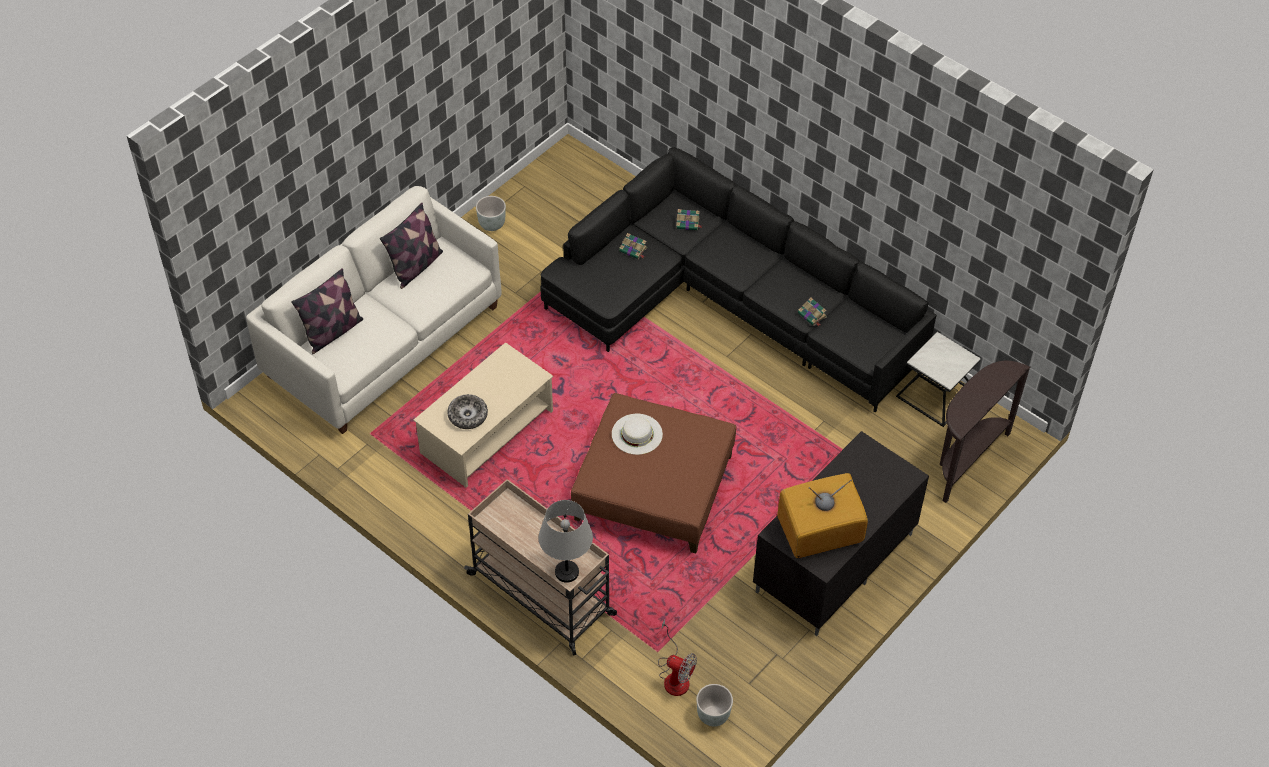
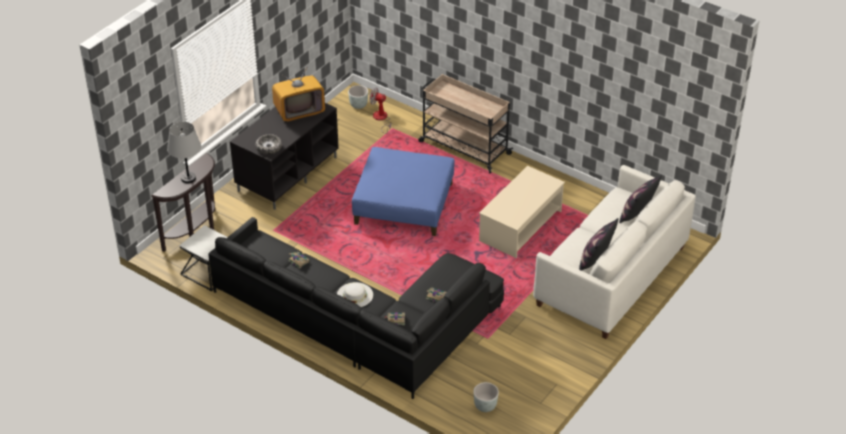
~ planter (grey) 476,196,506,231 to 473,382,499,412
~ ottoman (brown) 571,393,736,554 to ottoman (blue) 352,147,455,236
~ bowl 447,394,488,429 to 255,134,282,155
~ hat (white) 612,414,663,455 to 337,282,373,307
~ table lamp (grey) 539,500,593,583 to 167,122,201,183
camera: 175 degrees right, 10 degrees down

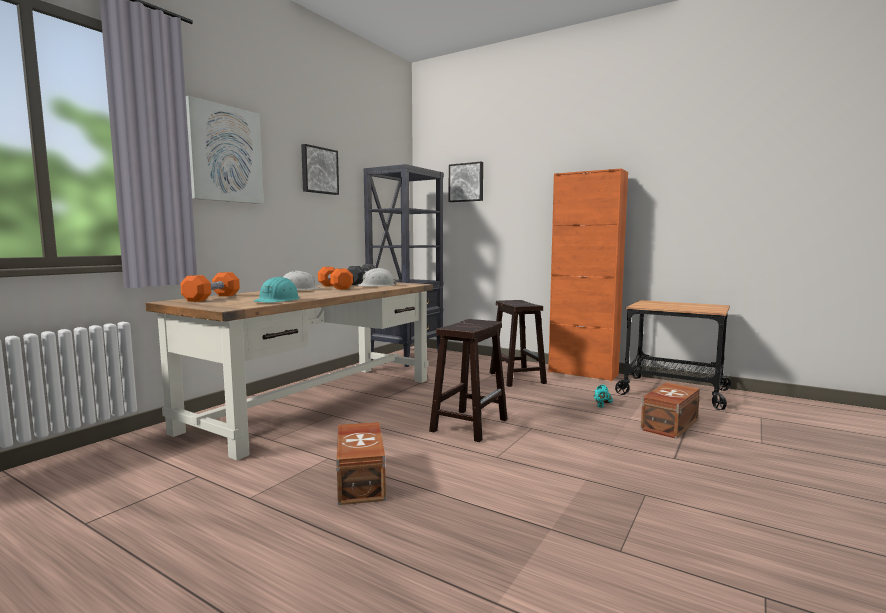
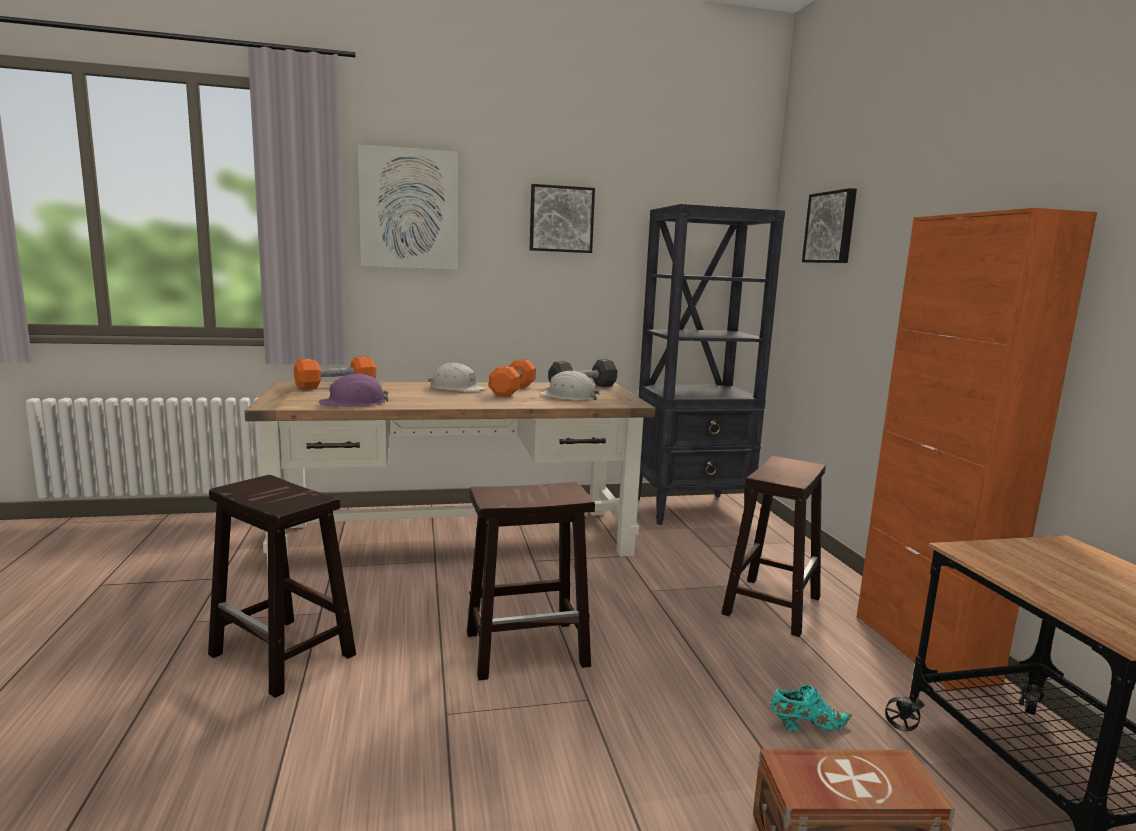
~ hard hat (turquoise) 253,277,300,303 to hard hat (purple) 319,373,388,407
~ storage box (brown) 336,422,386,505 to stool (brown) 208,475,356,698
camera: 45 degrees right, 5 degrees up

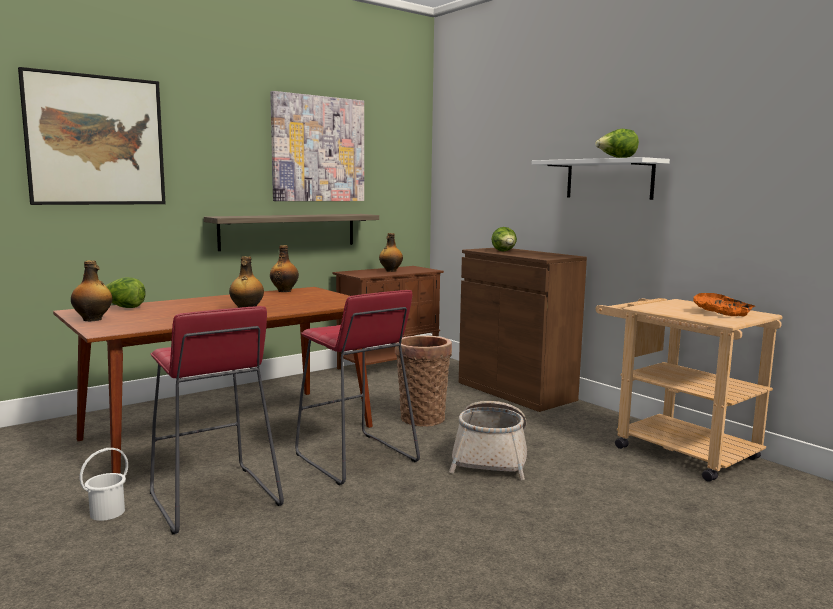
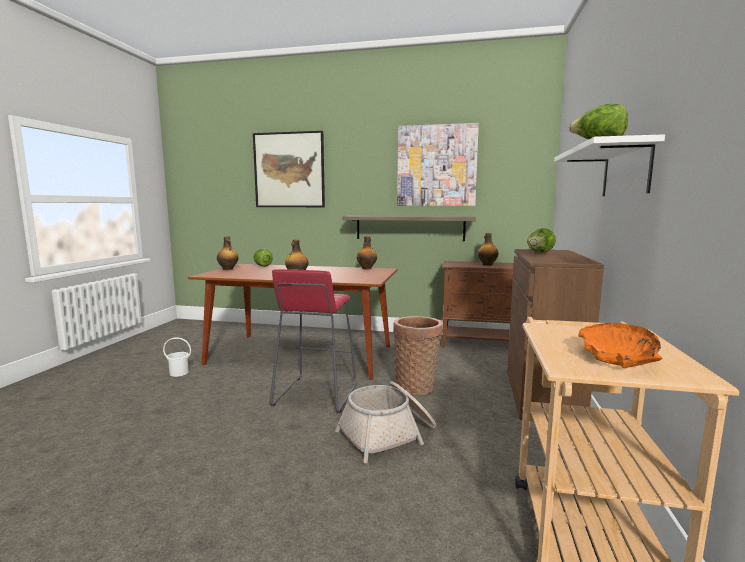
- stool (red) 150,306,284,535
camera: 50 degrees right, 0 degrees up

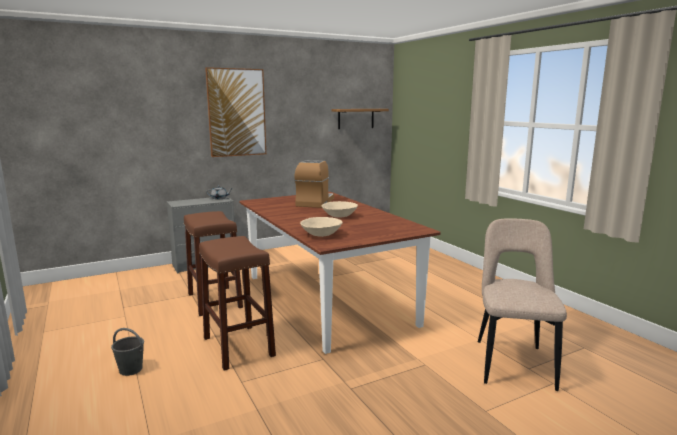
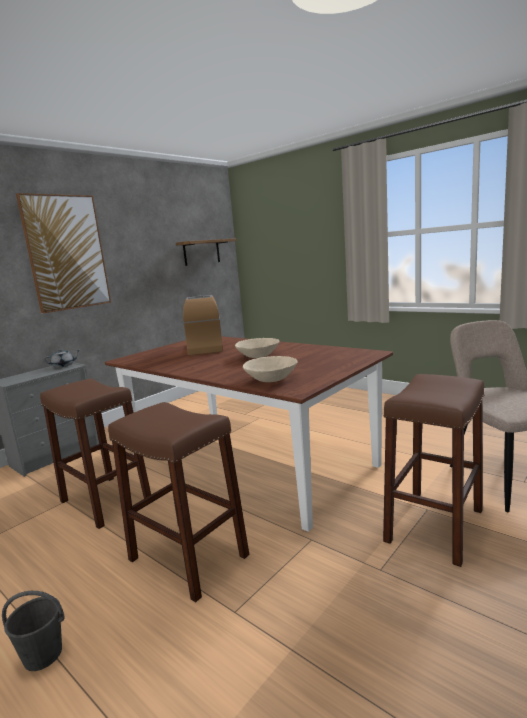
+ stool (brown) 383,374,485,567
camera: 20 degrees left, 0 degrees up

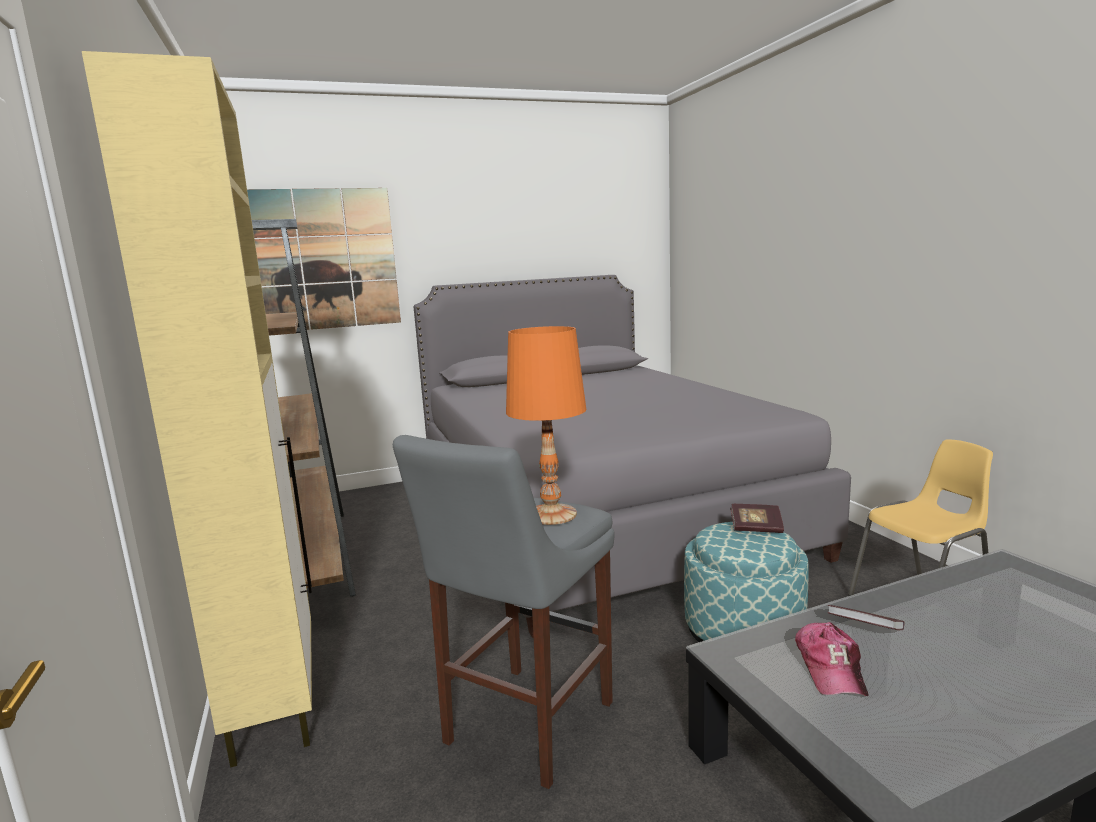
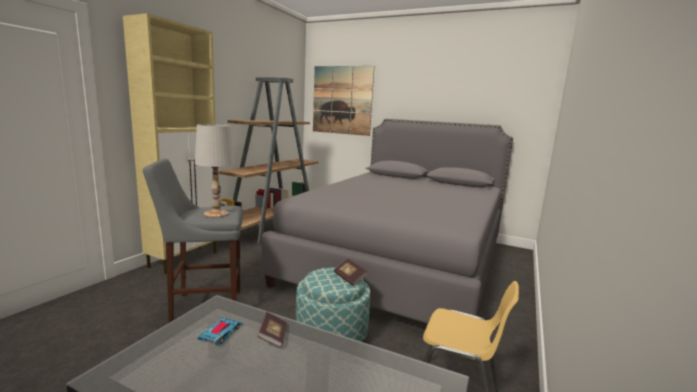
~ table lamp (orange) 506,326,587,525 to table lamp (white) 195,124,235,217
~ cap 795,622,868,696 to toy car 197,318,243,345
camera: 45 degrees right, 0 degrees up

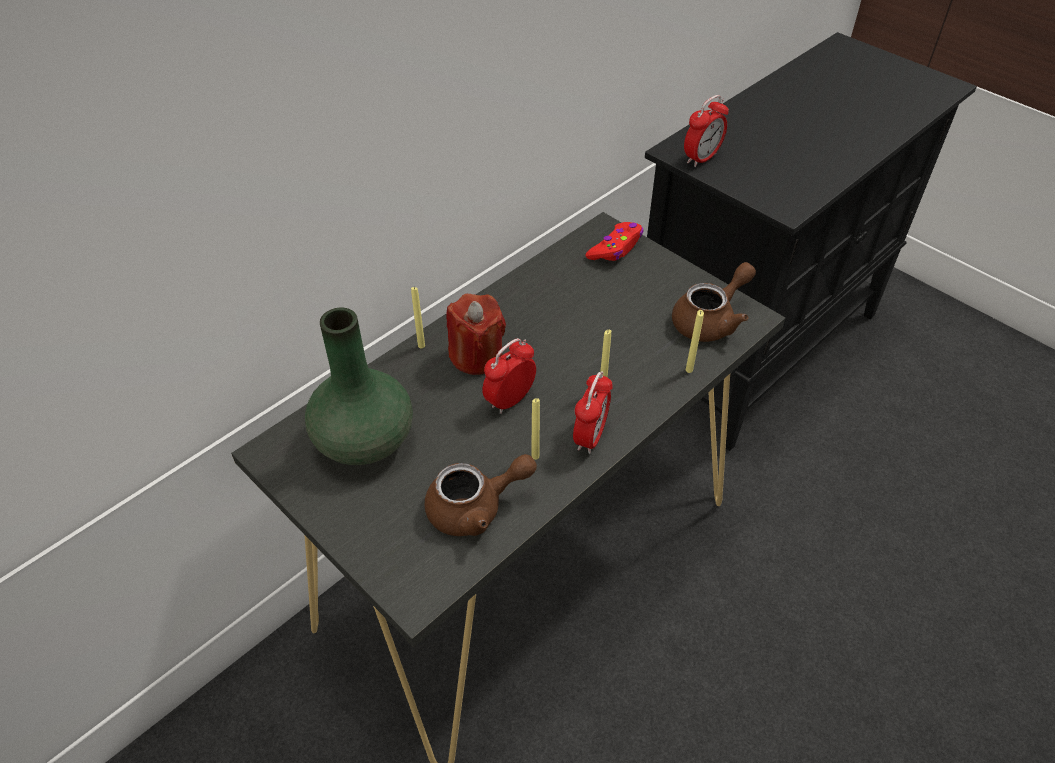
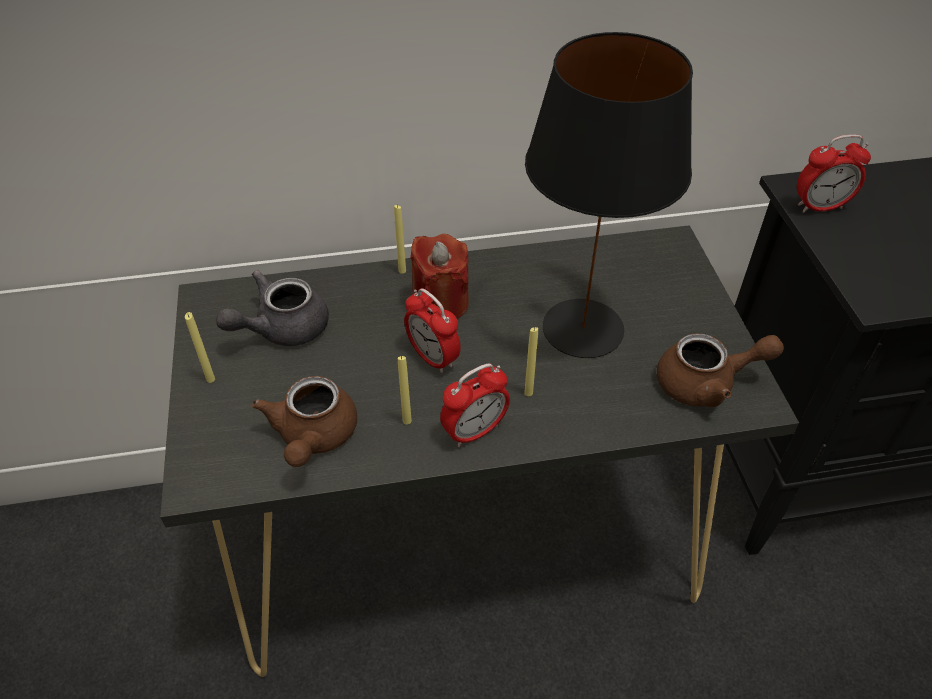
- game controller (red) 586,222,644,261
~ vase (green) 305,308,413,465 to teapot (grey) 216,270,329,346
~ candle (yellow) 686,310,704,373 to 185,312,215,383
~ alarm clock 482,338,536,414 = 404,288,461,373 120 degrees counterclockwise
~ teapot (brown) 424,454,537,536 = 252,376,357,467 75 degrees clockwise
+ table lamp (black) 525,32,693,358
camera: 35 degrees right, 0 degrees up

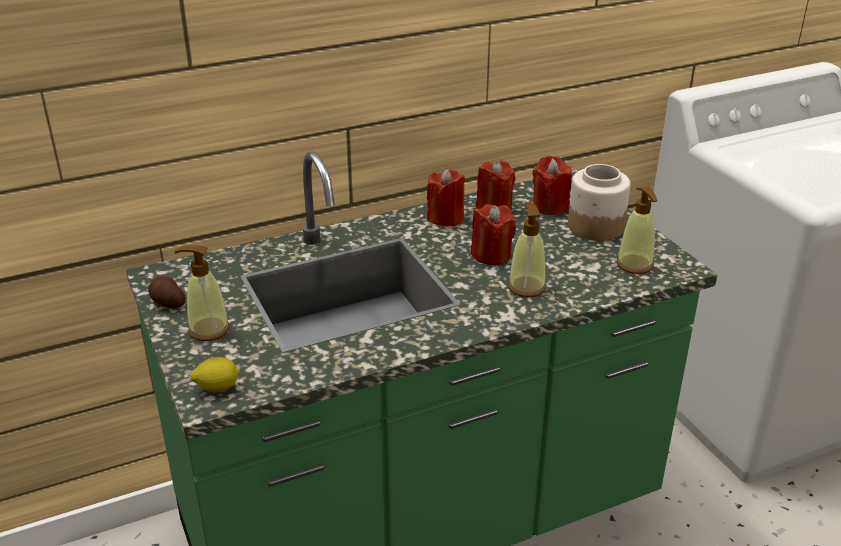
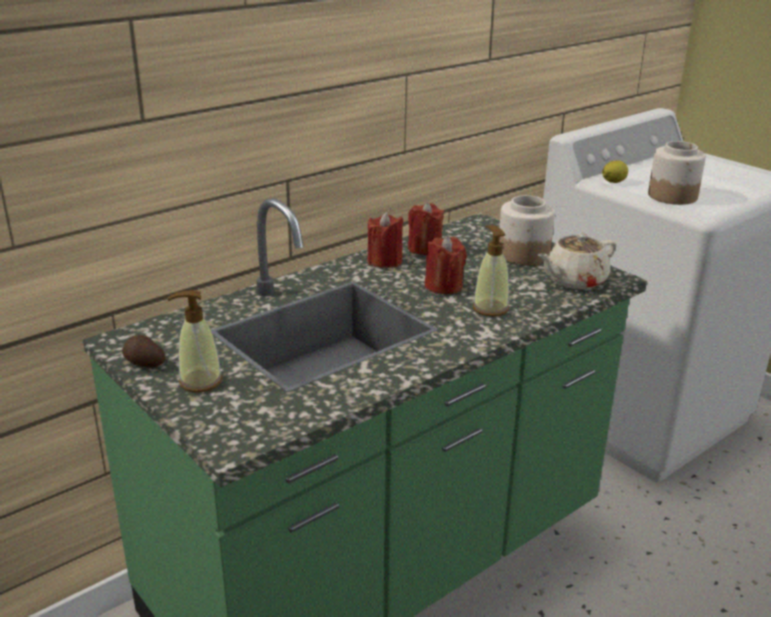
- candle (red) 533,155,572,215
~ soap dispenser 616,187,657,274 to teapot (beige) 538,233,616,289
~ lemon 191,357,240,392 to 602,161,628,183
+ jar 648,141,706,205
camera: 15 degrees left, 5 degrees down

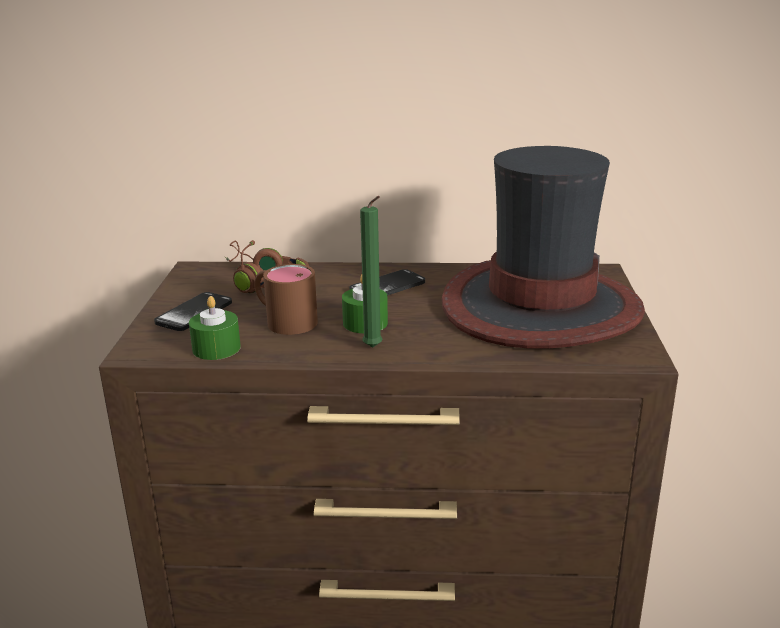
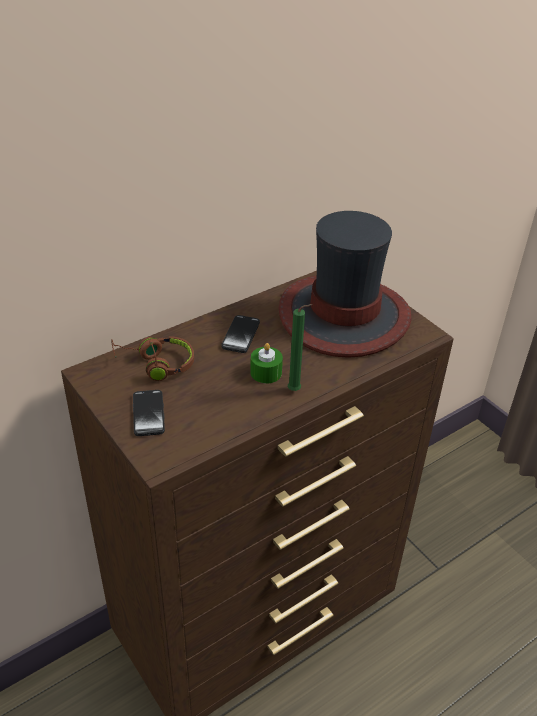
- mug (brown) 254,264,318,335
- candle (green) 189,296,241,360
camera: 40 degrees left, 15 degrees up

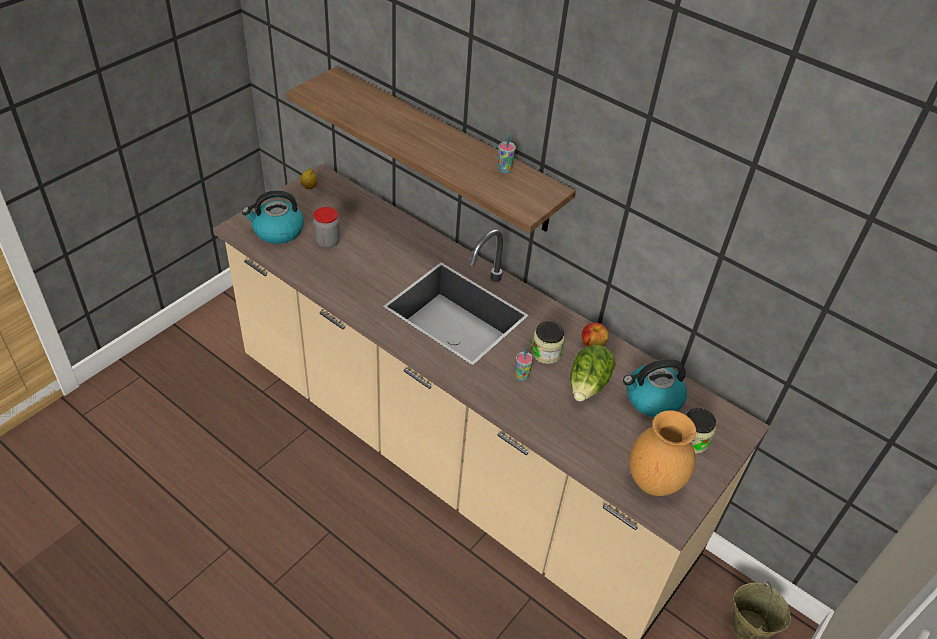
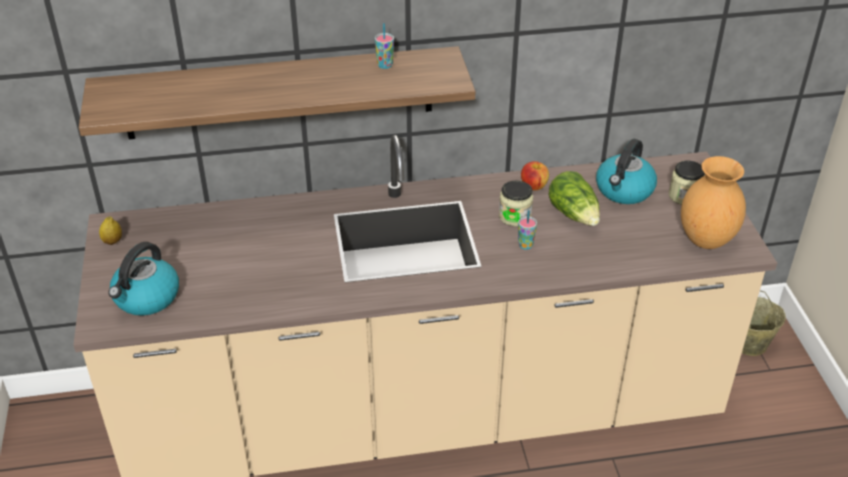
- jar 313,207,340,248
camera: 45 degrees left, 5 degrees down

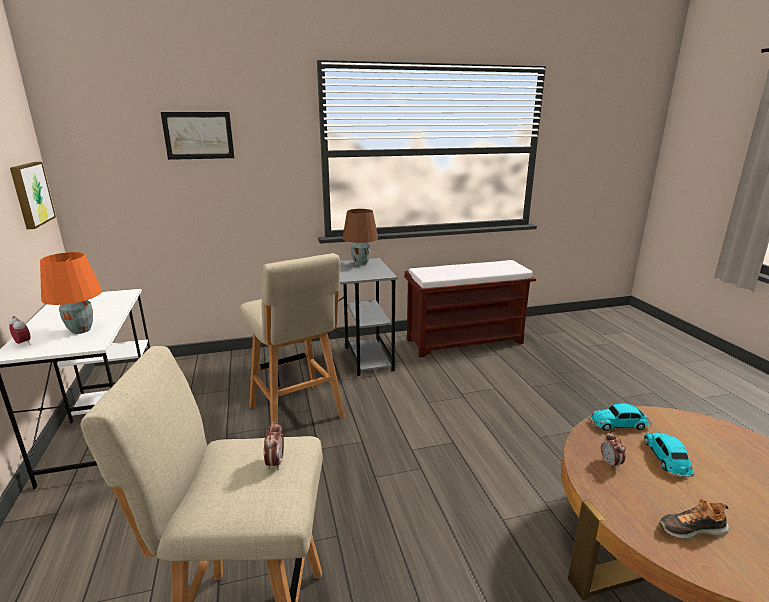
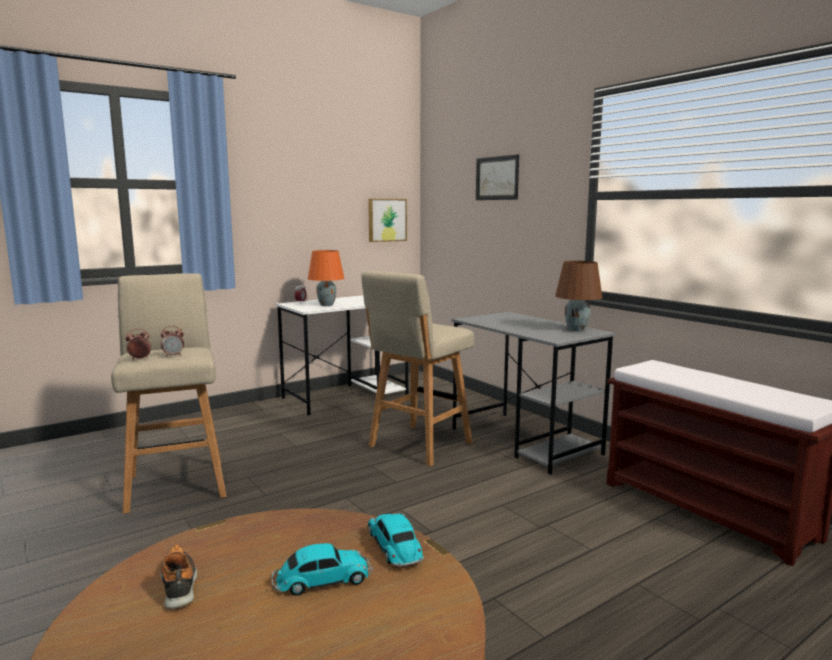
~ alarm clock 601,432,626,469 to 125,329,151,360
camera: 70 degrees right, 10 degrees down

